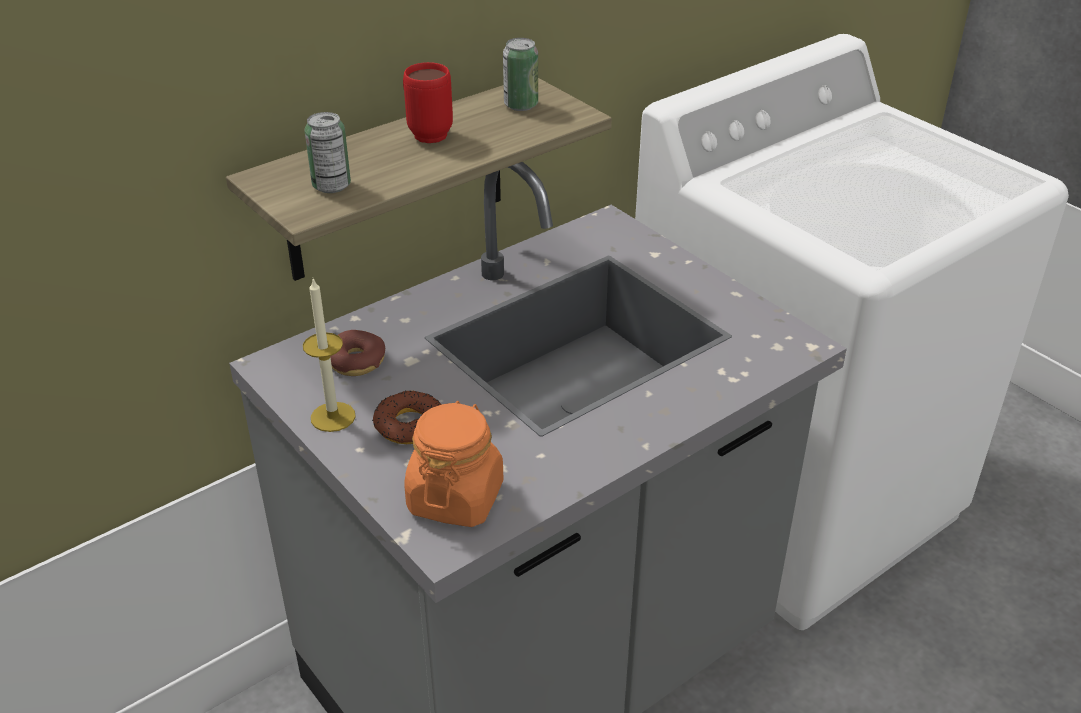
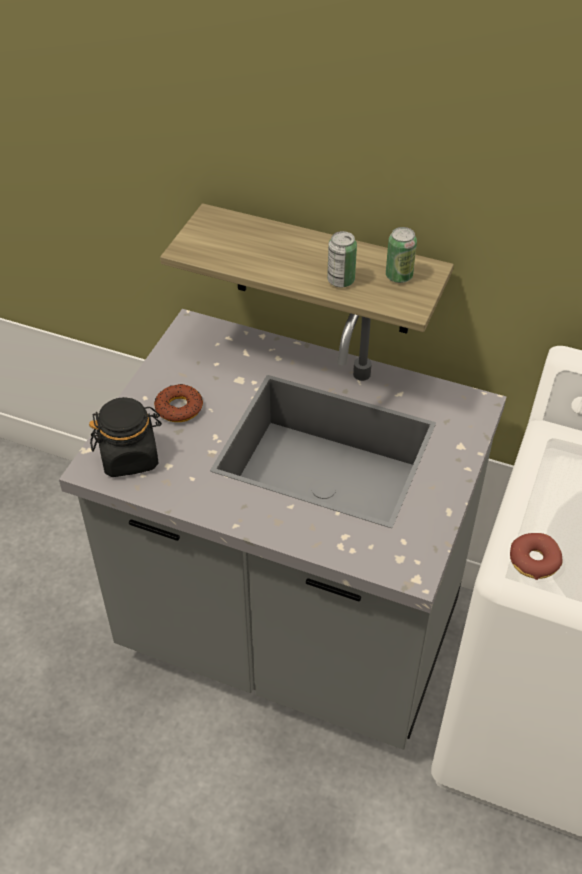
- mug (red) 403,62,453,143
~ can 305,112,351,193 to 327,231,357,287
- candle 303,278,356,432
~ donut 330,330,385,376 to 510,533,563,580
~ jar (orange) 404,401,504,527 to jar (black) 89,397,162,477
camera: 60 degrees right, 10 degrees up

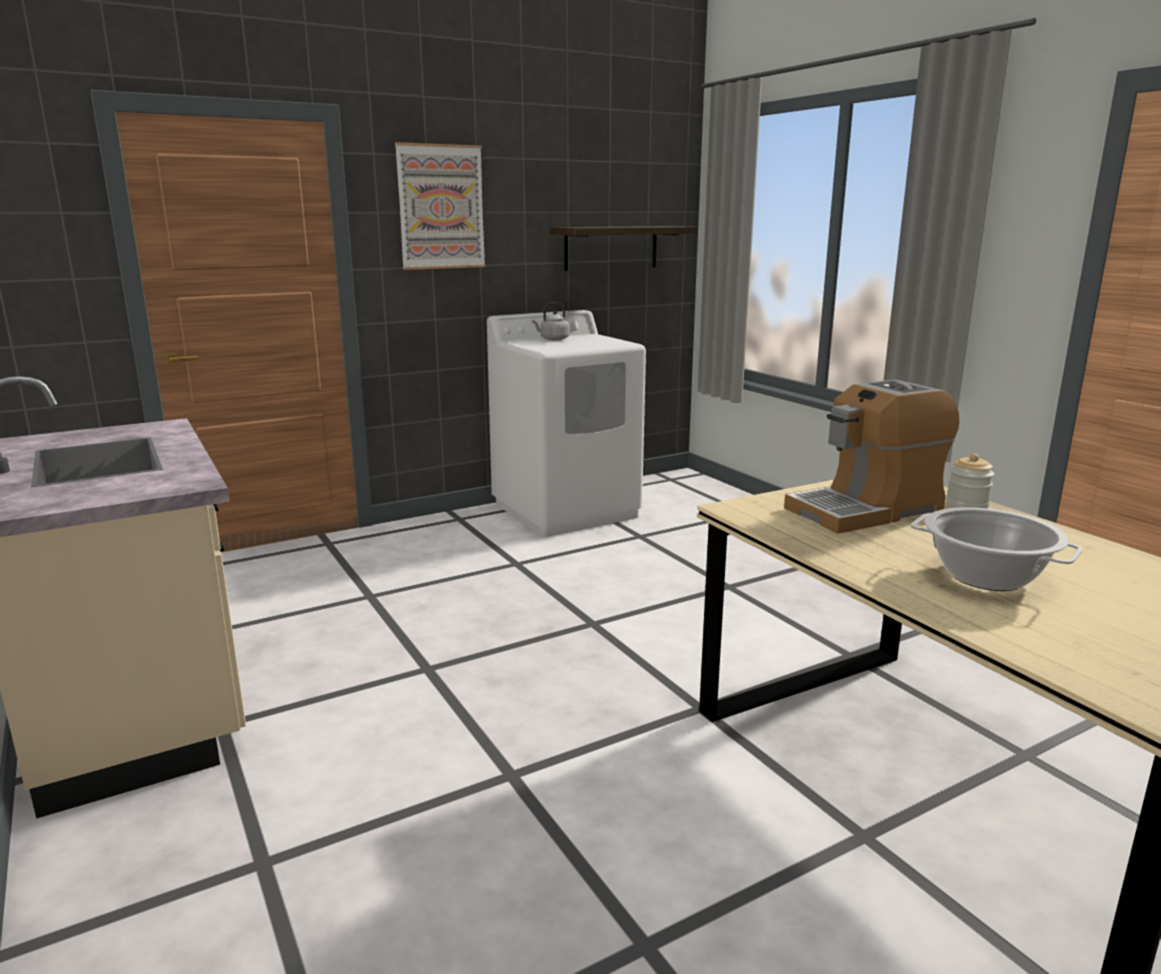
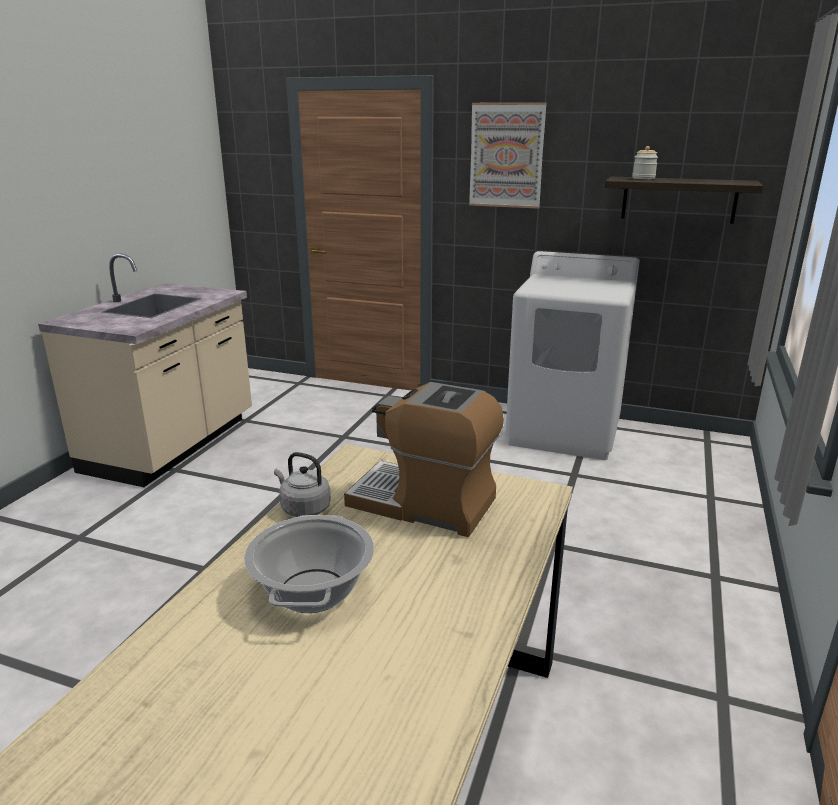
~ kettle (grey) 532,302,570,340 to 274,452,331,517
~ jar 946,454,994,508 to 632,146,658,179
camera: 50 degrees right, 5 degrees up

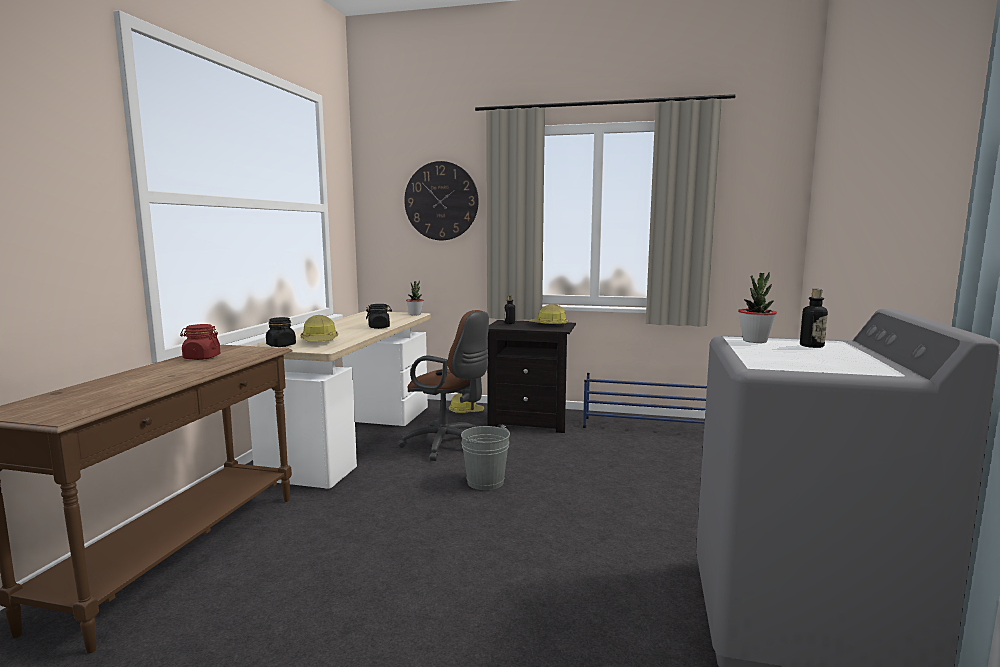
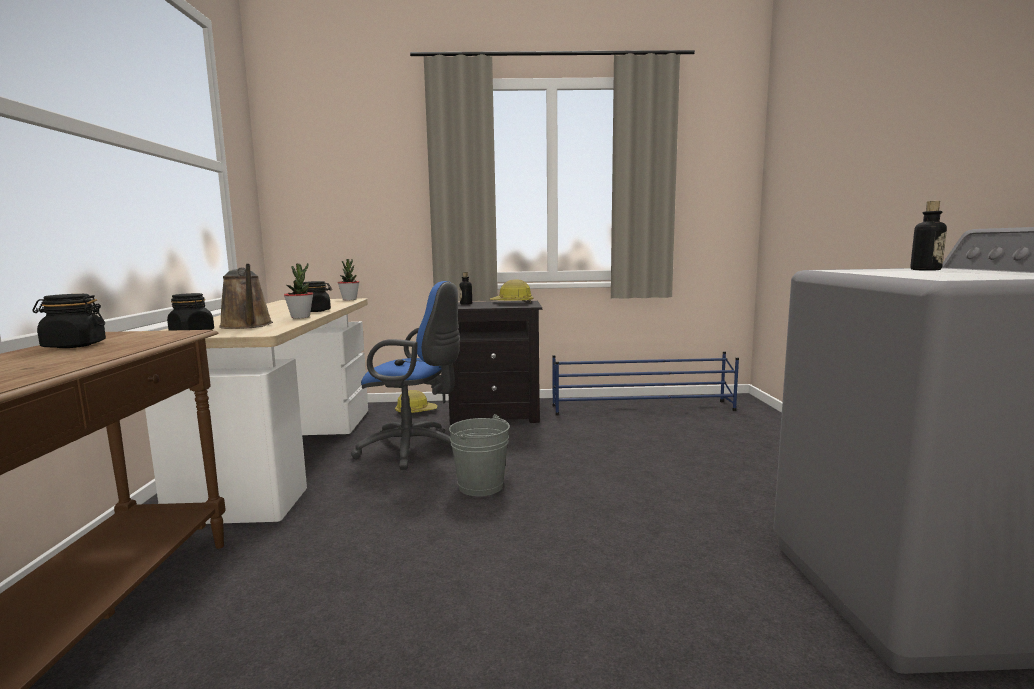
- wall clock 404,161,479,240
~ potted plant 738,272,777,343 to 284,263,313,318
~ office chair (brown) 398,310,489,461 to office chair (blue) 351,281,460,470
~ hard hat 301,315,338,342 to watering can (brown) 219,263,273,329
~ jar (red) 180,324,220,360 to jar (black) 32,294,106,348
camera: 15 degrees left, 0 degrees up

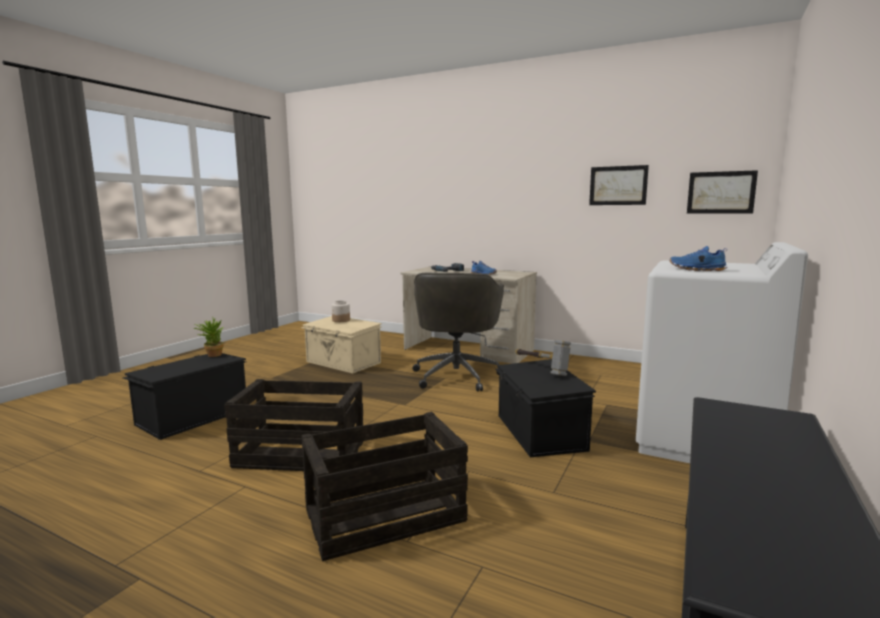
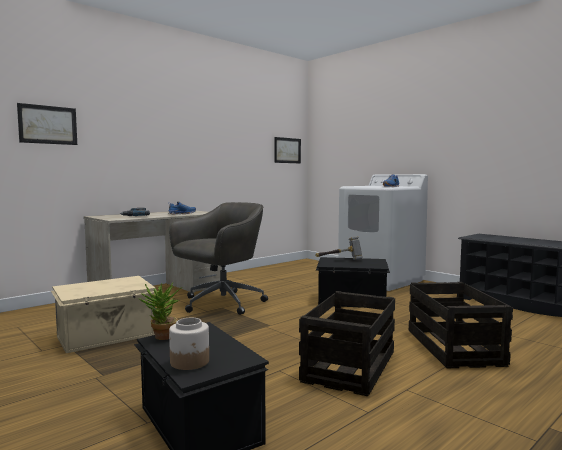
~ picture 589,165,649,205 to 17,103,77,145
~ office chair (grey) 413,273,504,392 = 169,202,268,315 75 degrees counterclockwise
~ jar 331,301,350,322 to 169,318,209,370
camera: 70 degrees left, 5 degrees down

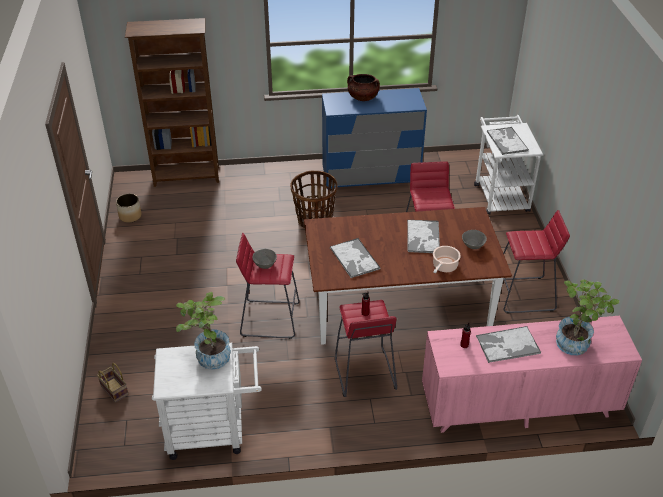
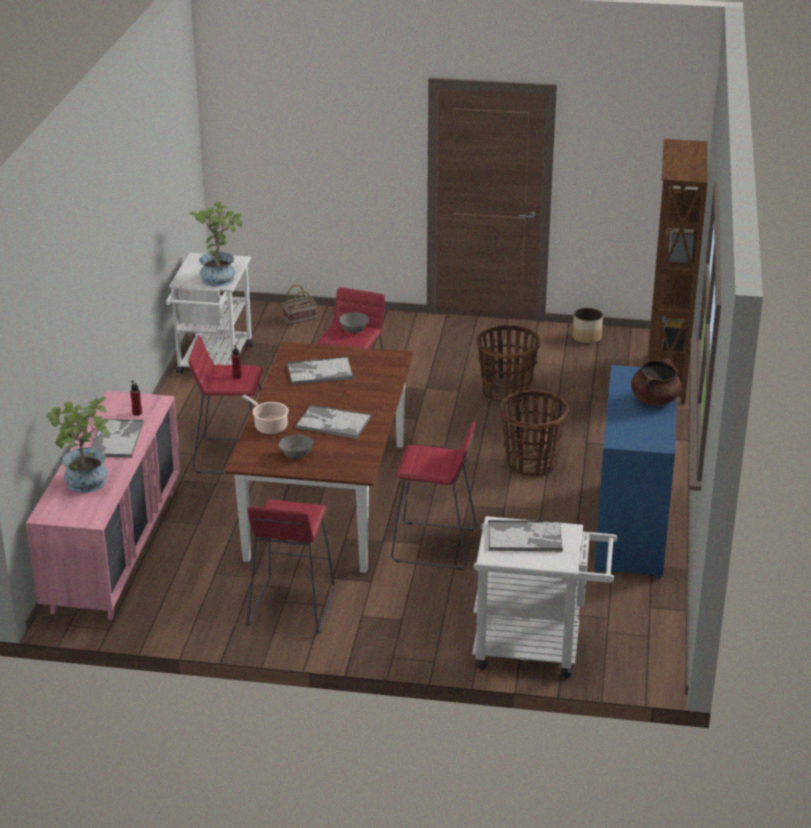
+ basket 477,325,540,405
camera: 105 degrees right, 10 degrees down

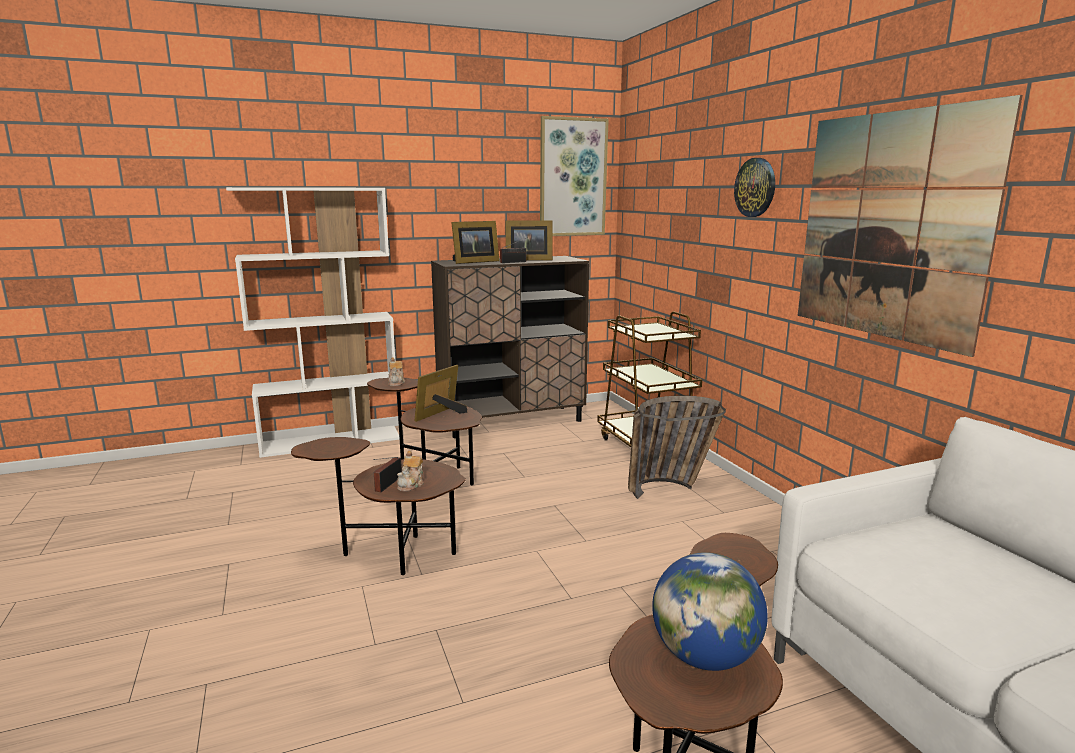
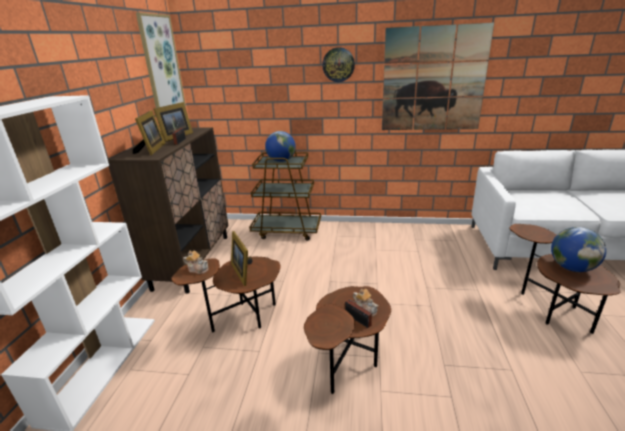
- basket 628,396,726,499
+ globe 265,131,296,162
camera: 60 degrees left, 10 degrees up

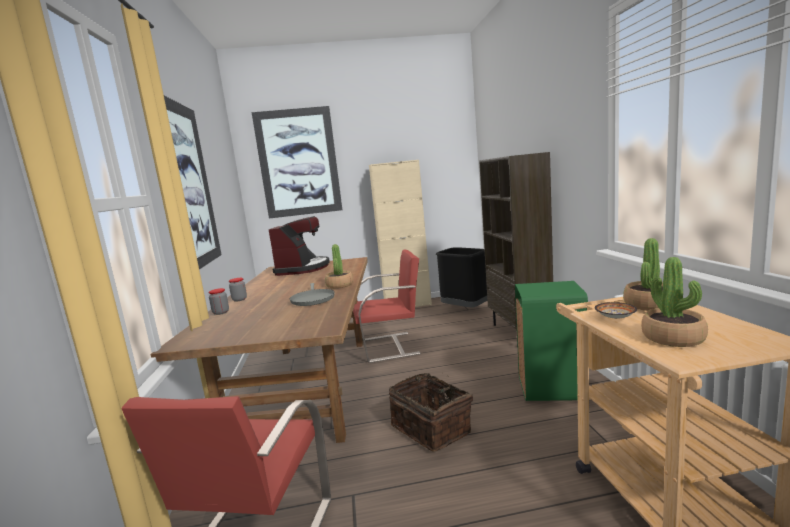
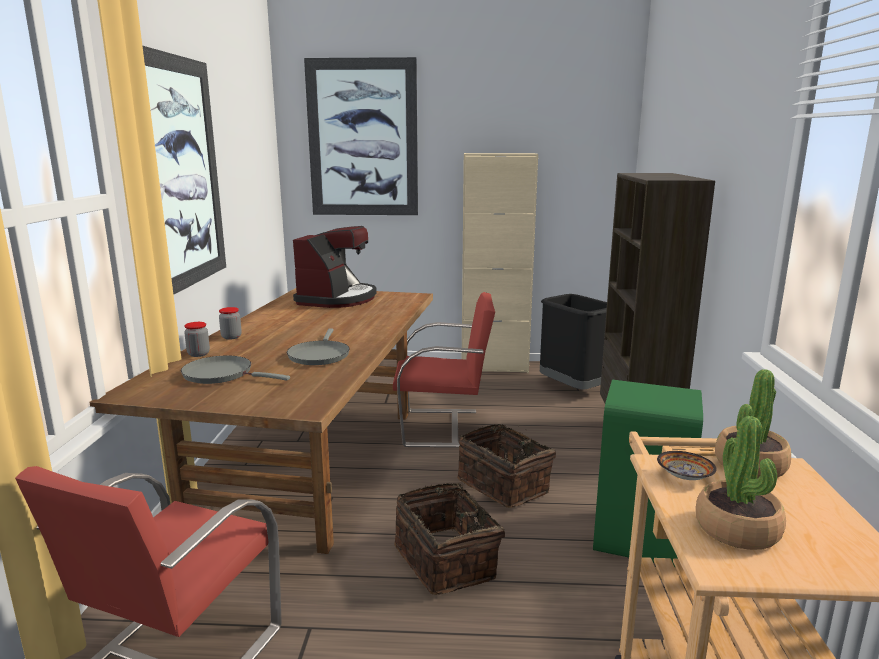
- potted plant 325,244,353,288
+ frying pan (grey) 181,355,290,384
+ basket 457,424,556,508
camera: 10 degrees right, 5 degrees up

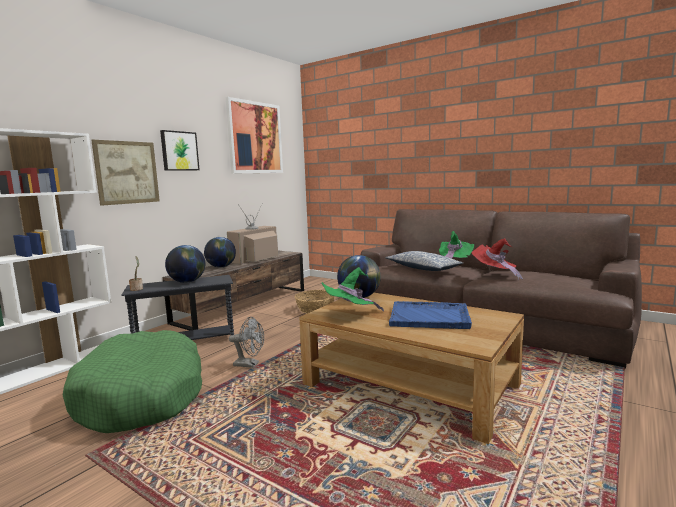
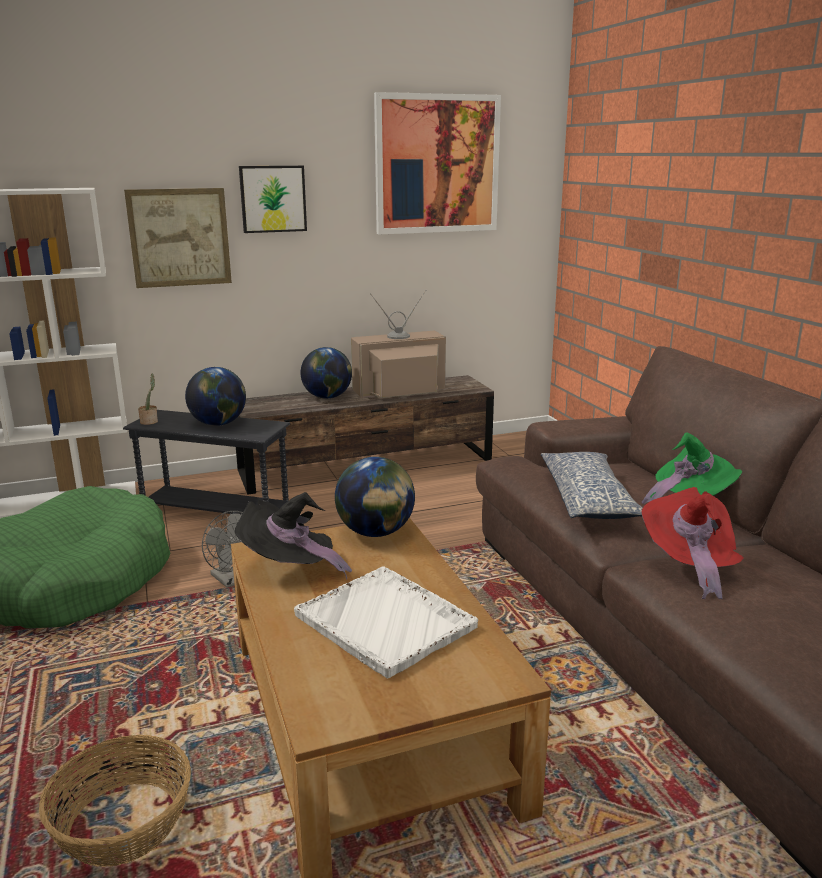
~ hat (green) 321,267,384,312 to hat (black) 235,492,352,580
~ basket 294,290,335,314 to 39,735,191,867
~ tray (blue) 389,301,472,329 to tray (white) 294,566,478,678
camera: 35 degrees right, 10 degrees up

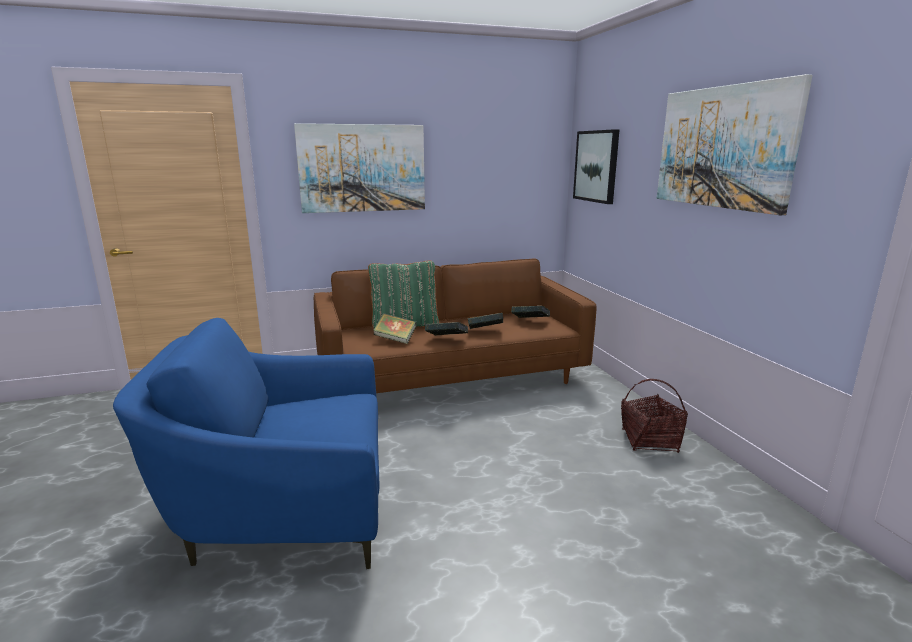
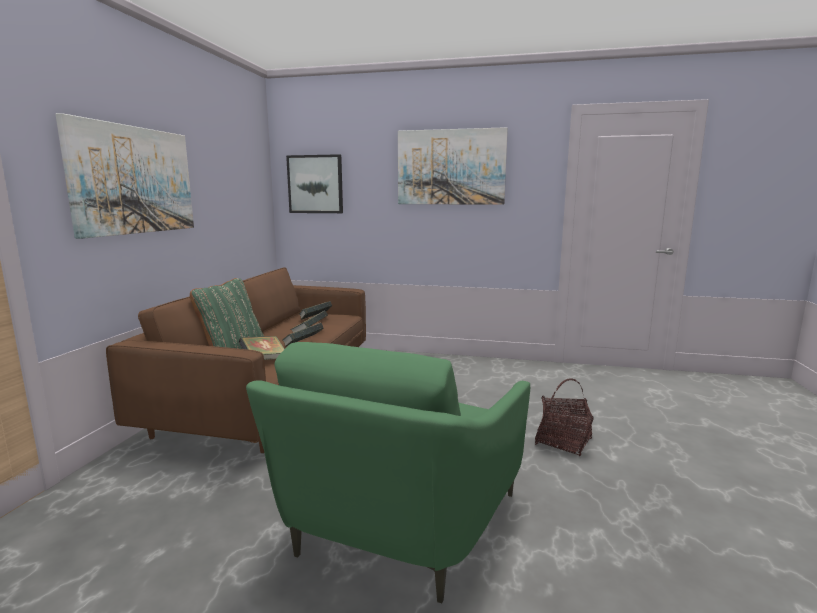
~ armchair (blue) 113,318,379,569 to armchair (green) 246,342,530,603
~ basket 621,379,688,453 to 535,378,594,456
camera: 60 degrees left, 5 degrees down

